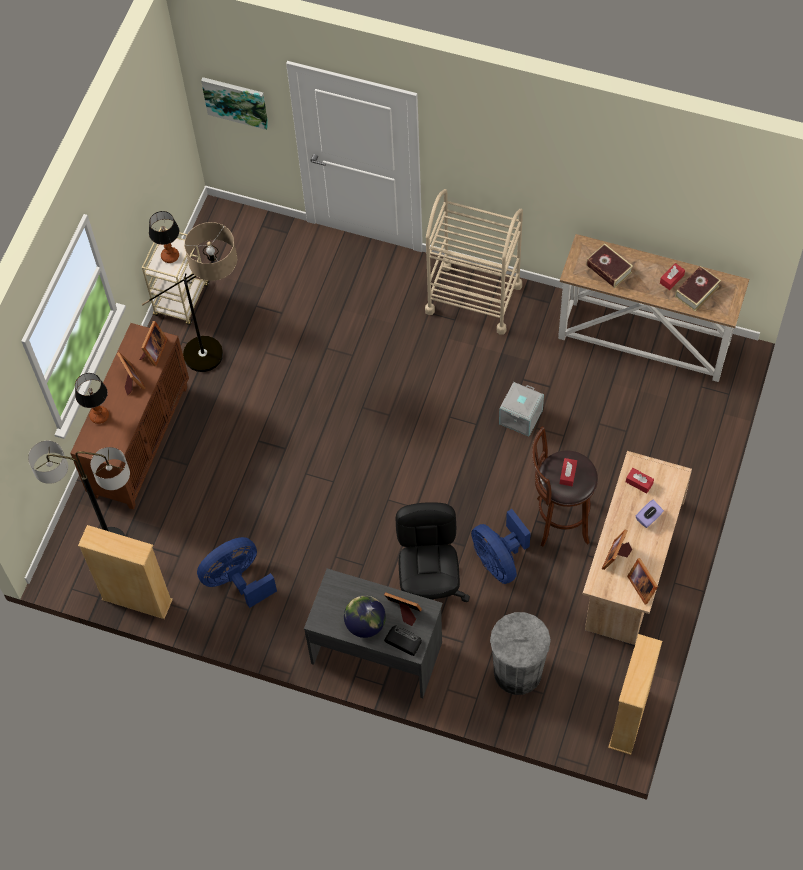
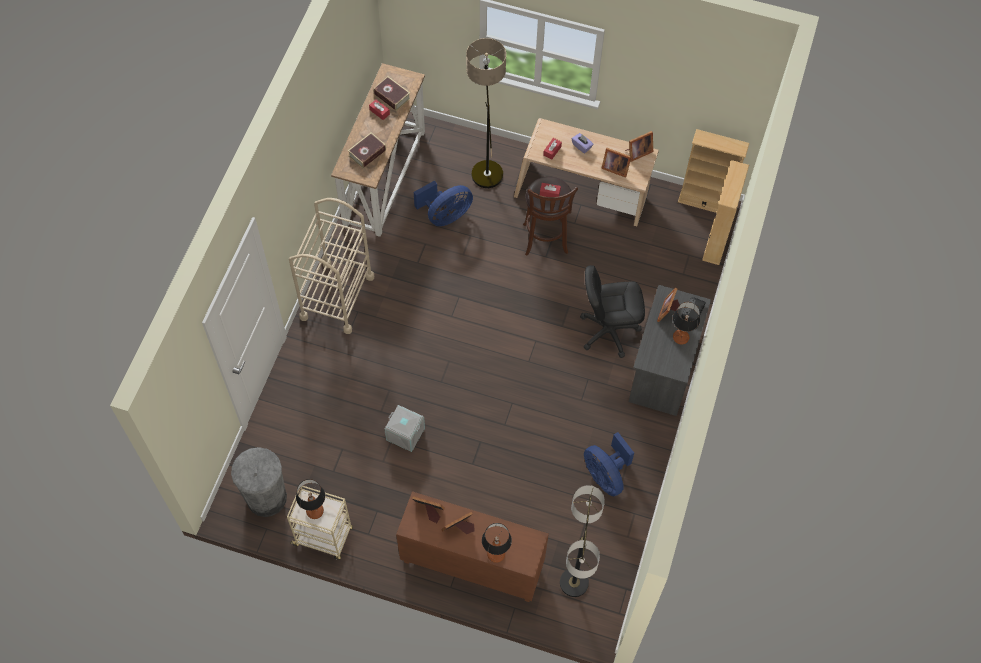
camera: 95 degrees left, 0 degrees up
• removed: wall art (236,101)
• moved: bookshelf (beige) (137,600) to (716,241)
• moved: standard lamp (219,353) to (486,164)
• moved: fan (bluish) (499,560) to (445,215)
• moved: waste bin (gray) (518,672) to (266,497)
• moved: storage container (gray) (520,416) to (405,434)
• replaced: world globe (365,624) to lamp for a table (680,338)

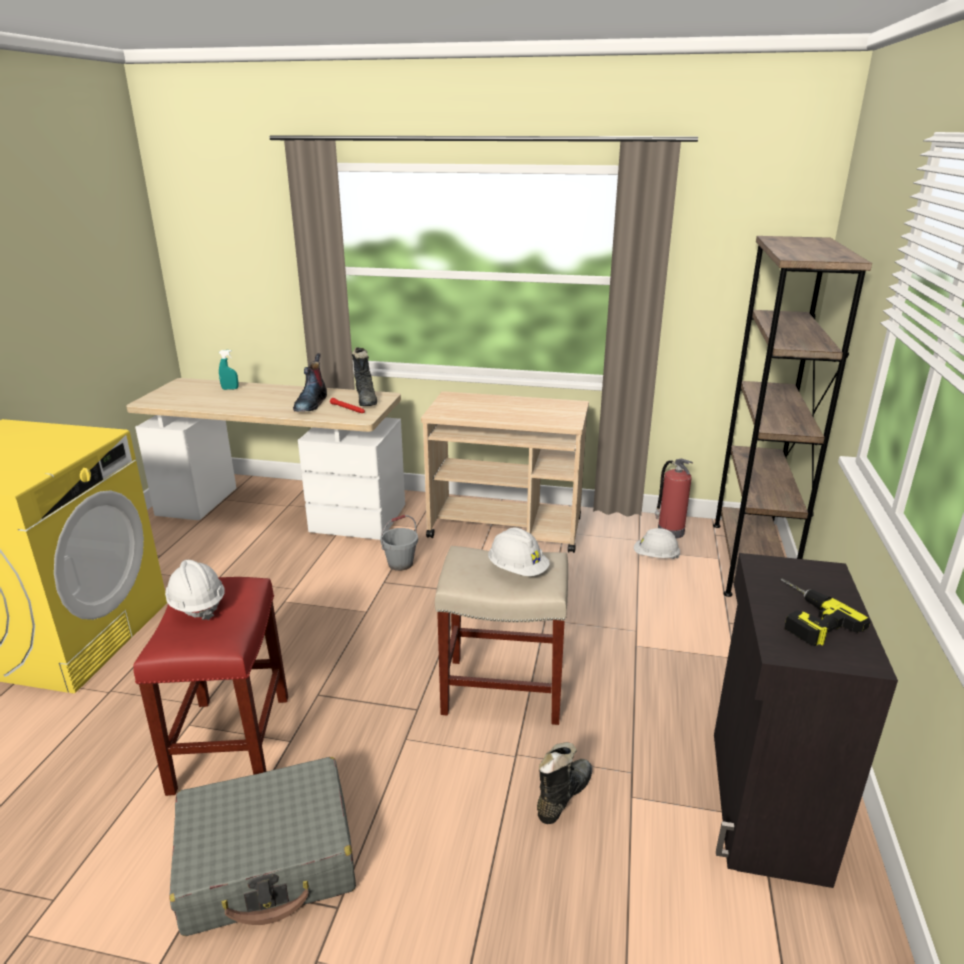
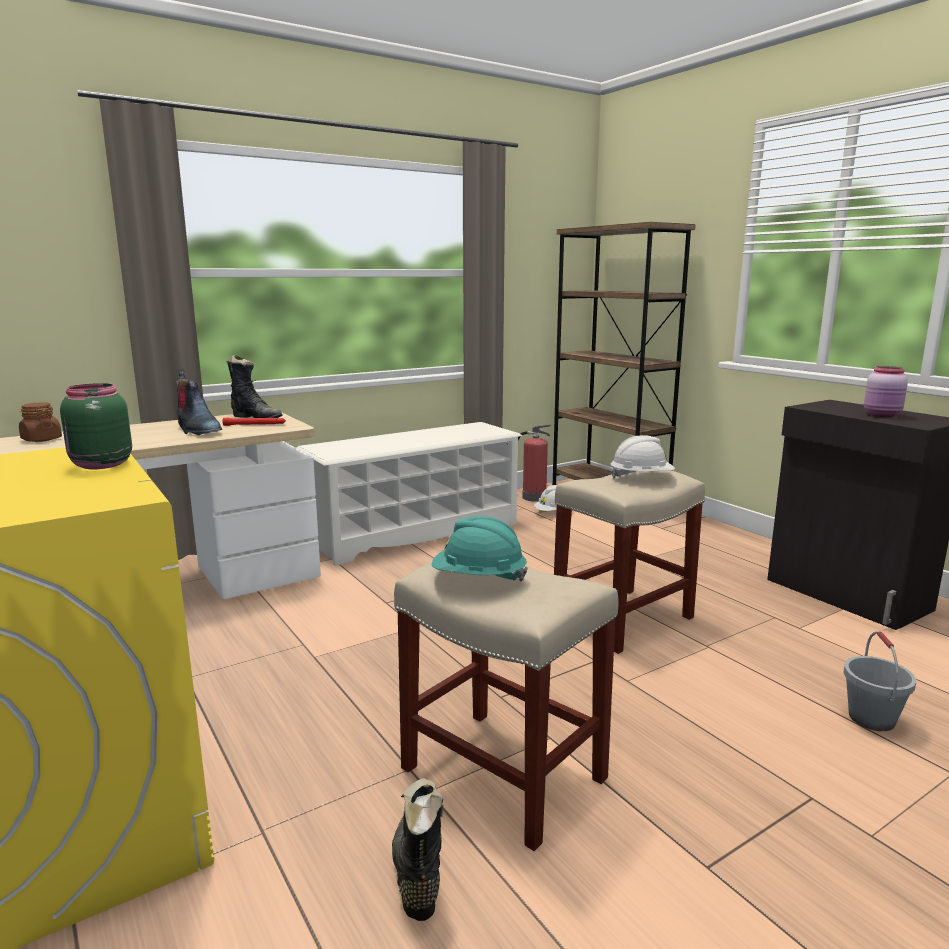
camera: 45 degrees left, 10 degrees down
• removed: suitcase (gray) (268,860)
• added: jar (green) (100,465)
• moved: bucket (gray) (400,564) to (872,719)
• moved: boot (blackish) (562,796) to (415,872)
• replaced: spray bottle (turquoise) (230,389) to jar (brown) (41,439)
• replaced: wheeled cart (beige) (506,528) to shoe stand (white-coloured) (415,533)
• replaced: drill (803,616) to jar (pink-coloured) (883,415)
• recoloured: stool seat (red-coloured) (231,741) to stool seat (beige) (500,772)
• recoloured: hard hat (white-coloured) (197,605) to hard hat (turquoise) (478,579)

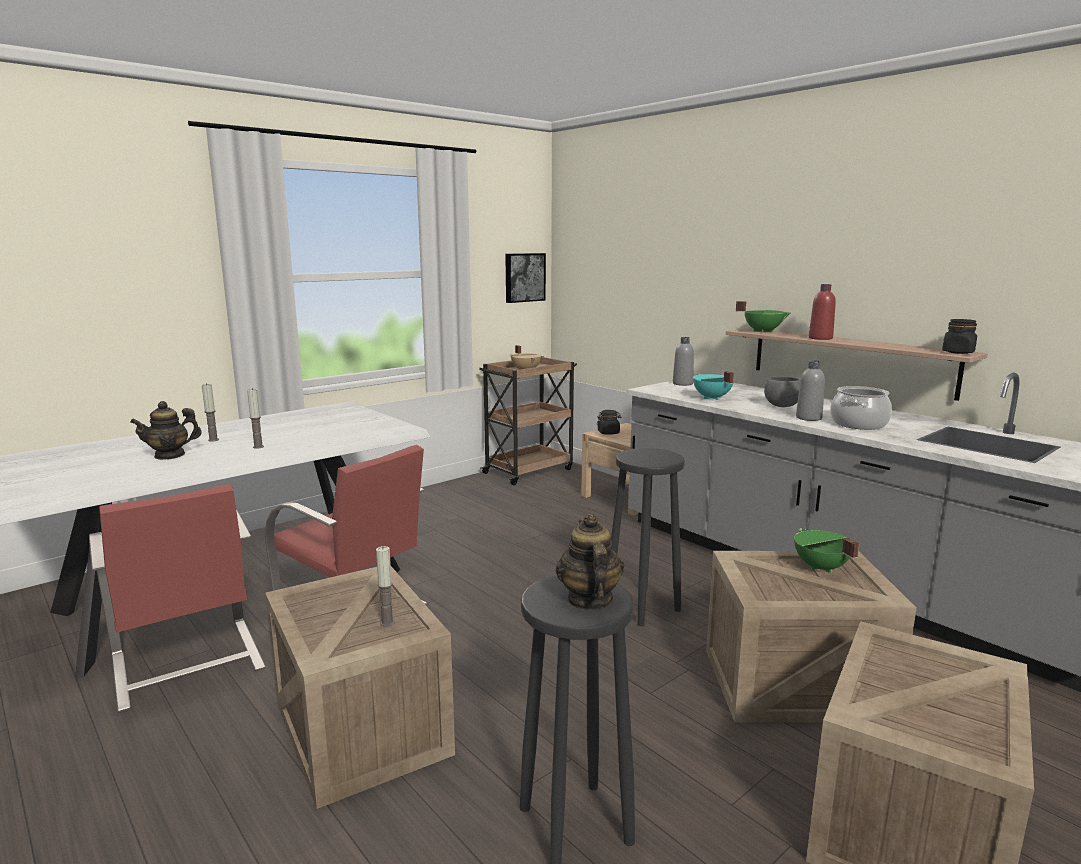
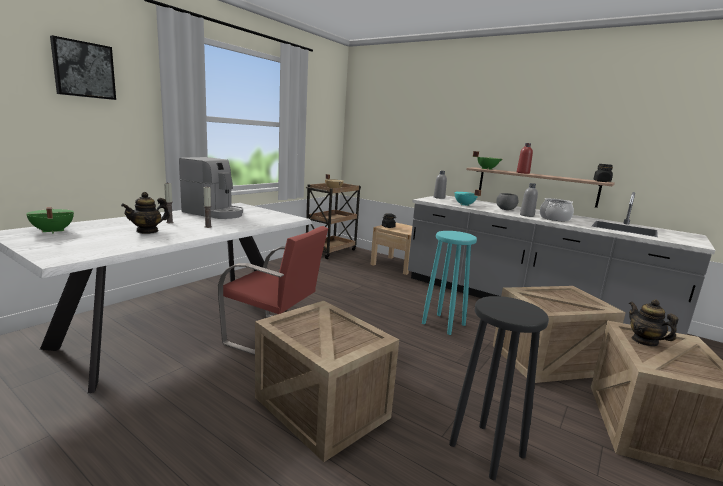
camera: 15 degrees left, 0 degrees up
• removed: upright chair (red-coloured) (187,664)
• removed: candle (387,623)
• added: coffee machine (214,213)
• moved: wall art (524,277) to (83,69)
• moved: teapot (588,600) to (644,341)
• moved: saucepot (green) (820,568) to (52,231)
• recoloured: stool seat (blackish) (643,606) to stool seat (turquoise) (444,324)

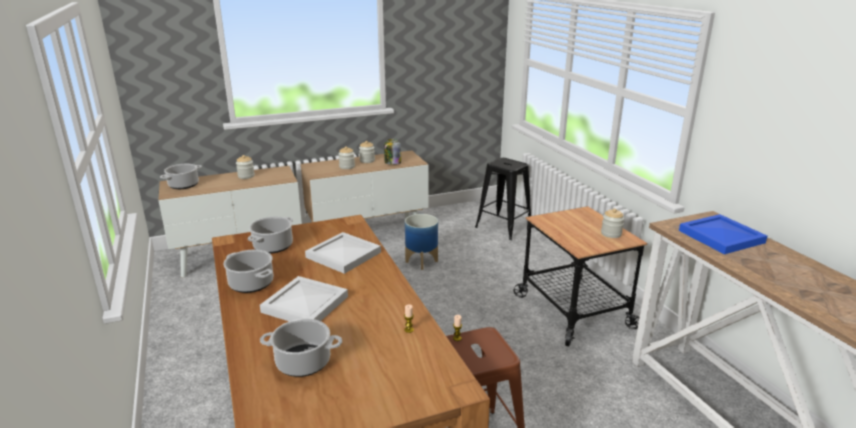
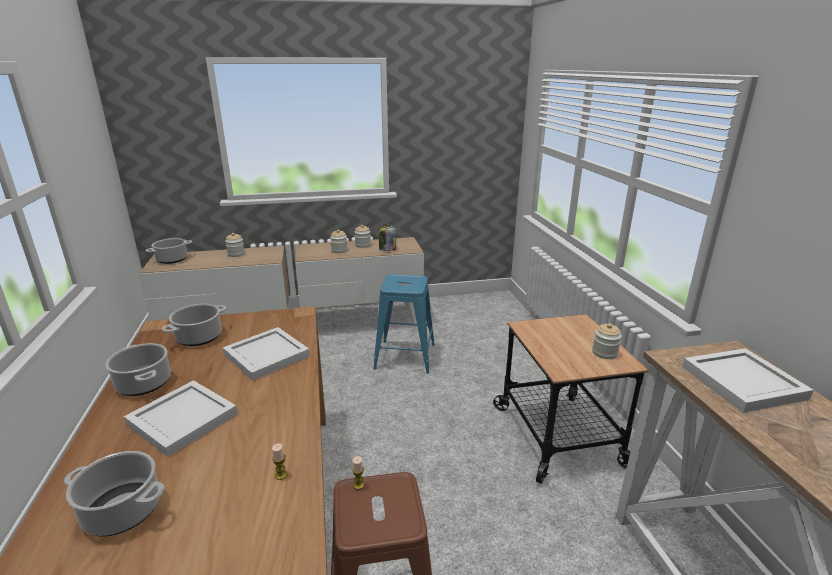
camera: 10 degrees right, 0 degrees up
• removed: stool seat (blackish) (503,227)
• replaced: plant pot (421,262) to stool seat (bluish) (405,356)
• recoloured: tray (bluish) (722,237) to tray (white-coloured) (744,383)

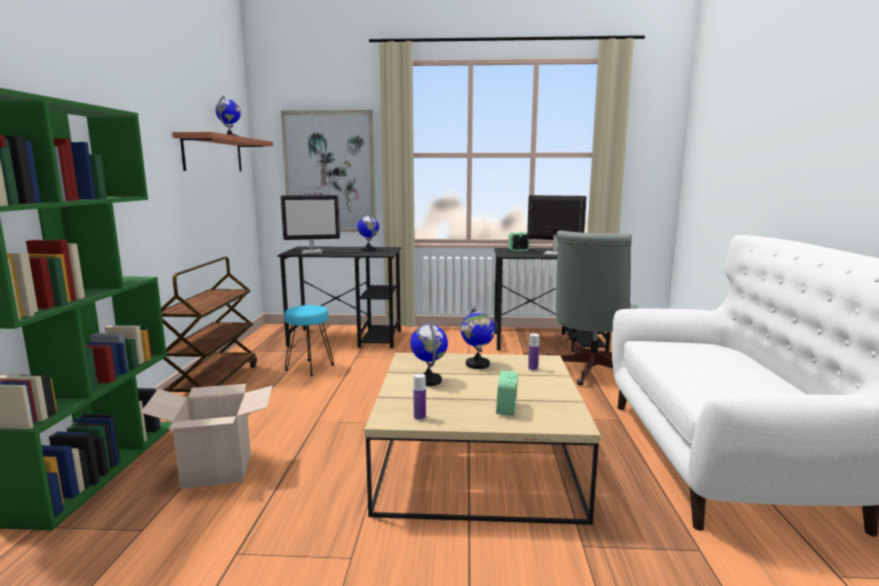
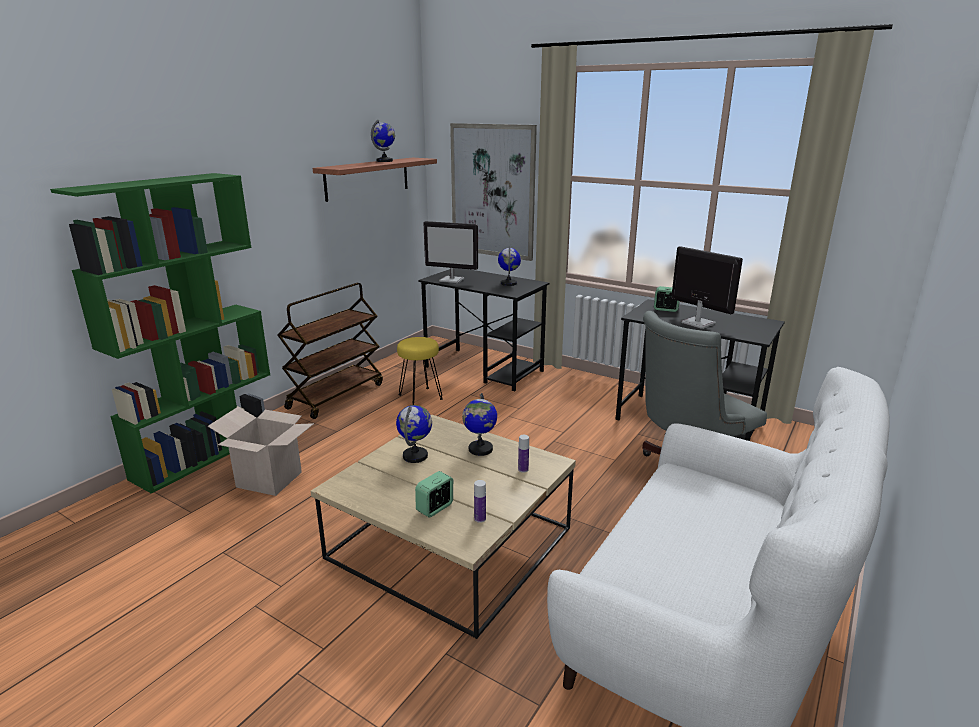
camera: 30 degrees right, 10 degrees up
• moved: drink bottle (419,417) to (480,519)
• recoloured: stool seat (turquoise) (309,368) to stool seat (yellowish) (420,397)

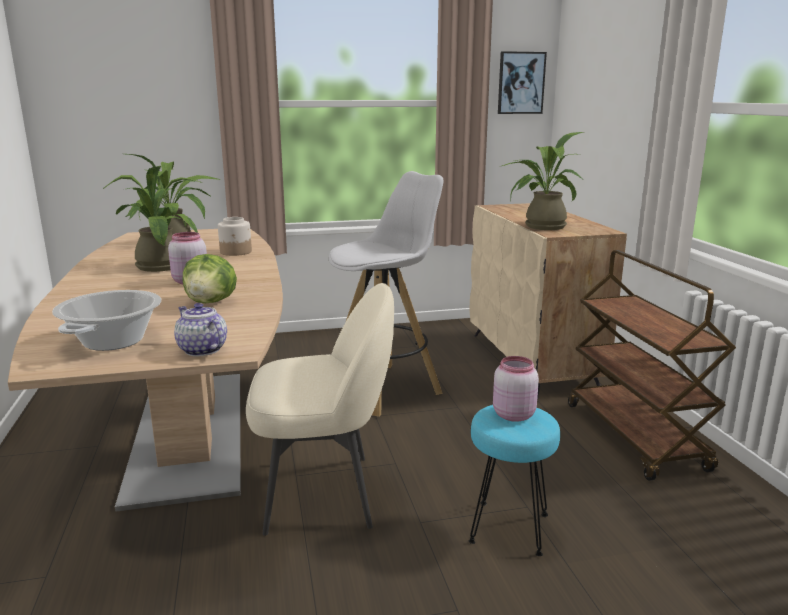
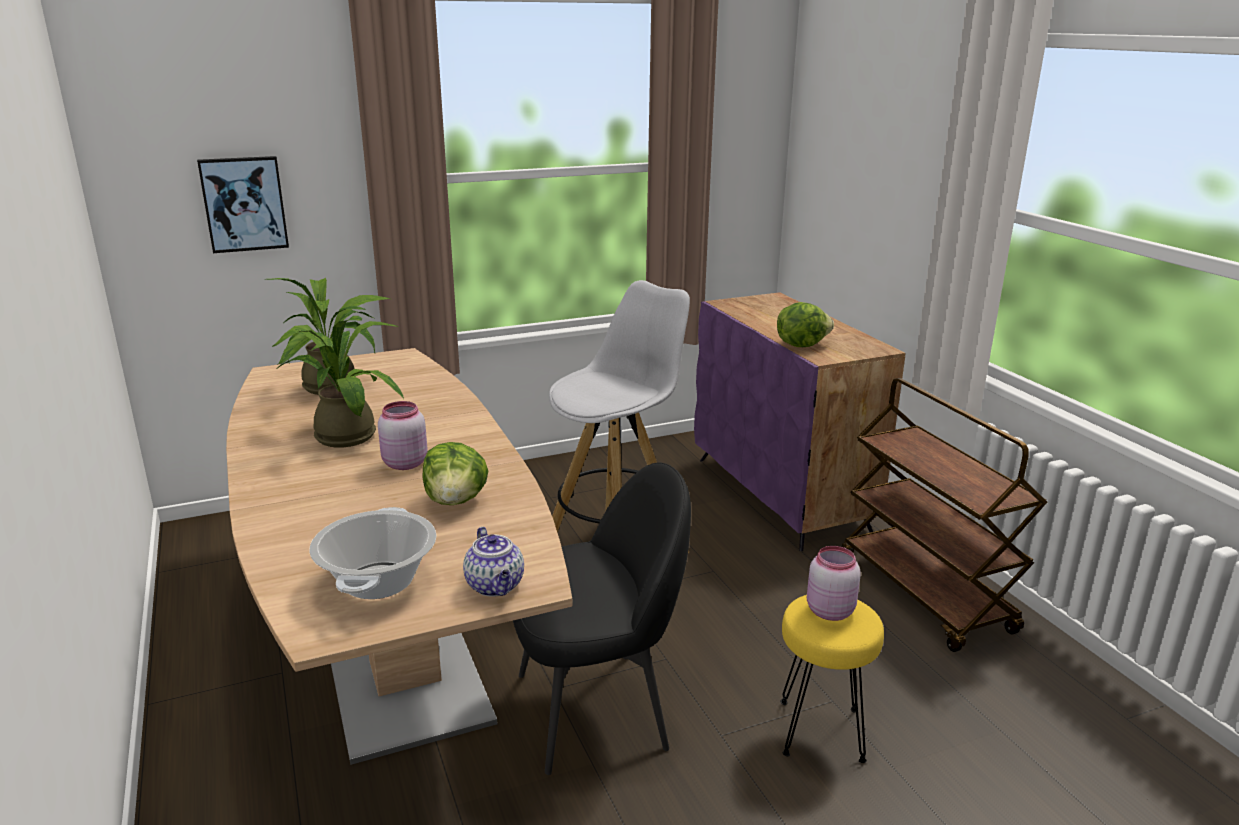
camera: 10 degrees left, 5 degrees up
• removed: jar (236,252)
• moved: wall art (520,83) to (244,204)
• replaced: plant in a pot (540,227) to head of lettuce (801,344)
• recoloured: upright chair (beige) (323,493) to upright chair (blackish) (596,709)
• recoloured: storage cabinet (beige) (532,361) to storage cabinet (purple-coloured) (781,495)
• recoloured: stool seat (turquoise) (508,527) to stool seat (yellowish) (819,730)
• turned: teapot (201,350) = (496,586) 150 degrees counterclockwise

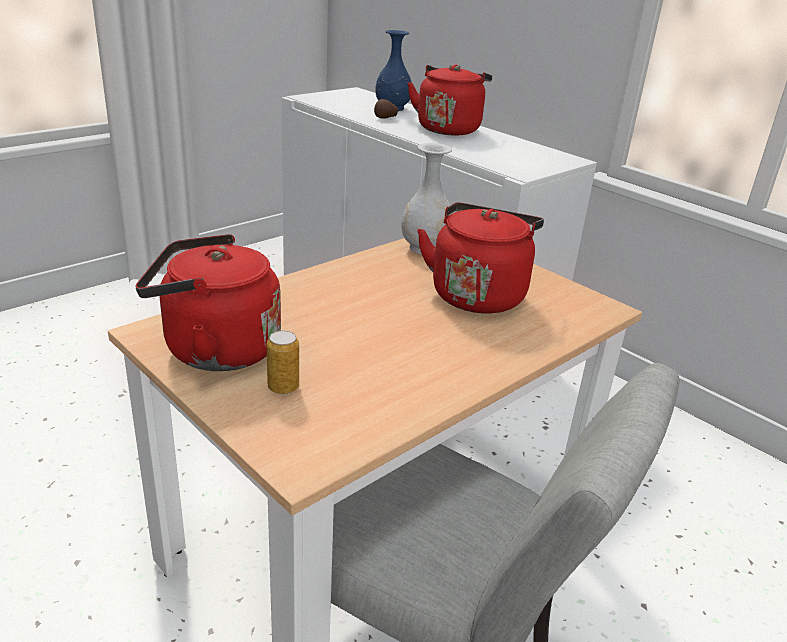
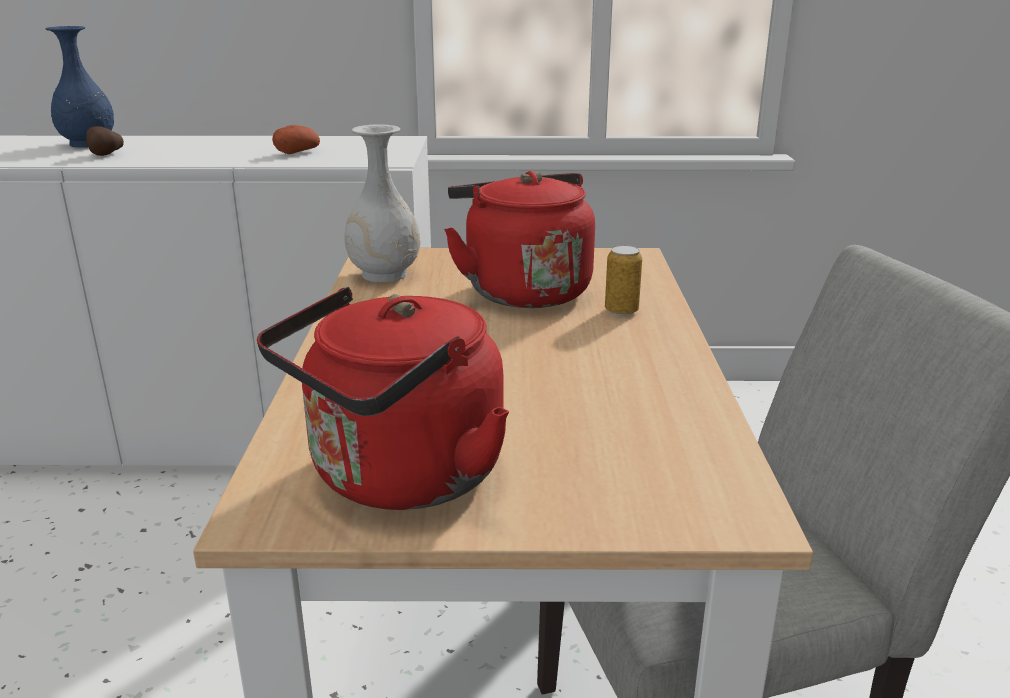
camera: 45 degrees left, 5 degrees down
• removed: tea kettle (red-coloured) (448,128)
• added: potato (297,152)
• moved: metal can (283,387) to (621,311)

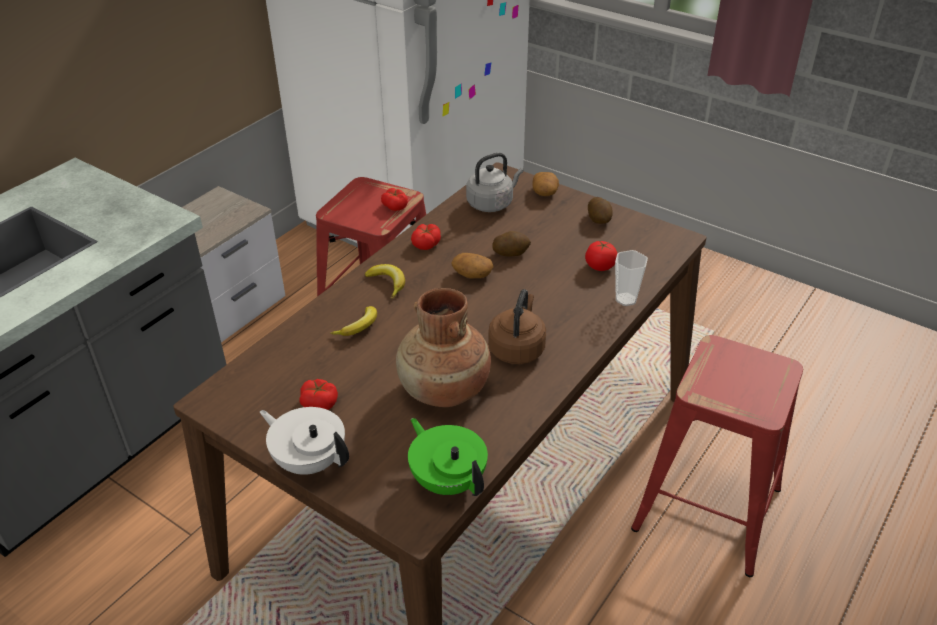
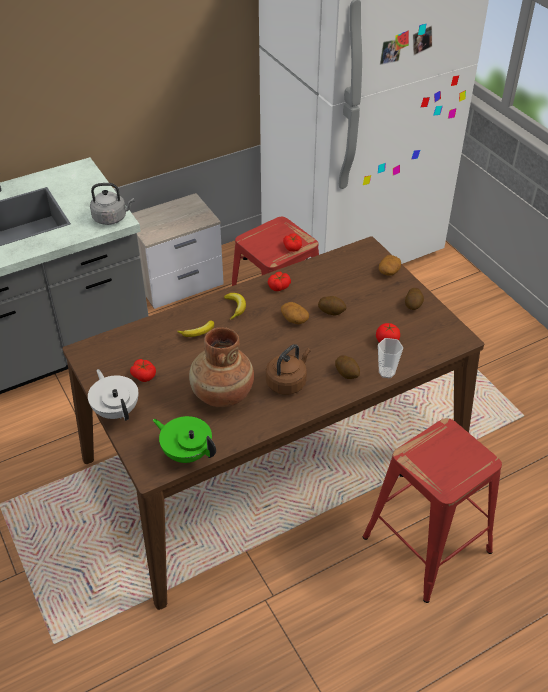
camera: 25 degrees right, 5 degrees up
• added: potato (347,373)
• moved: tea kettle (gray) (492,203) to (112,218)
• turned: teapot (green) (448,480) = (187,452) 45 degrees counterclockwise

